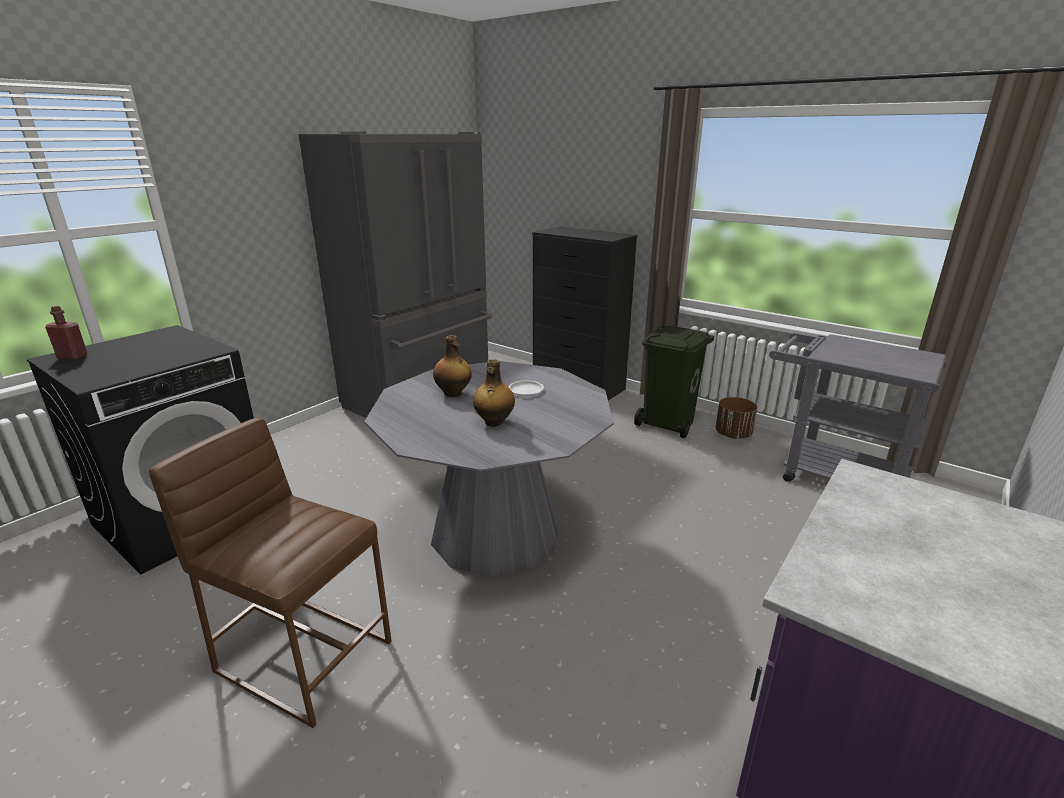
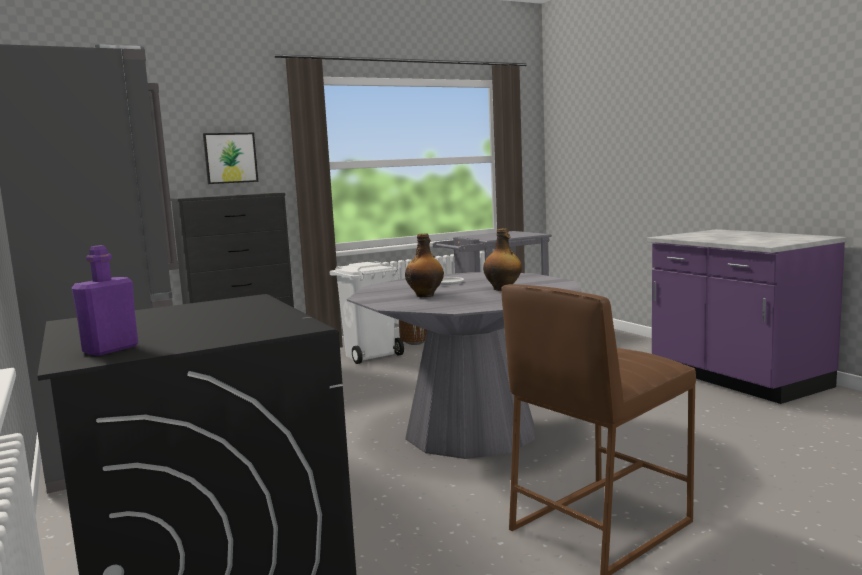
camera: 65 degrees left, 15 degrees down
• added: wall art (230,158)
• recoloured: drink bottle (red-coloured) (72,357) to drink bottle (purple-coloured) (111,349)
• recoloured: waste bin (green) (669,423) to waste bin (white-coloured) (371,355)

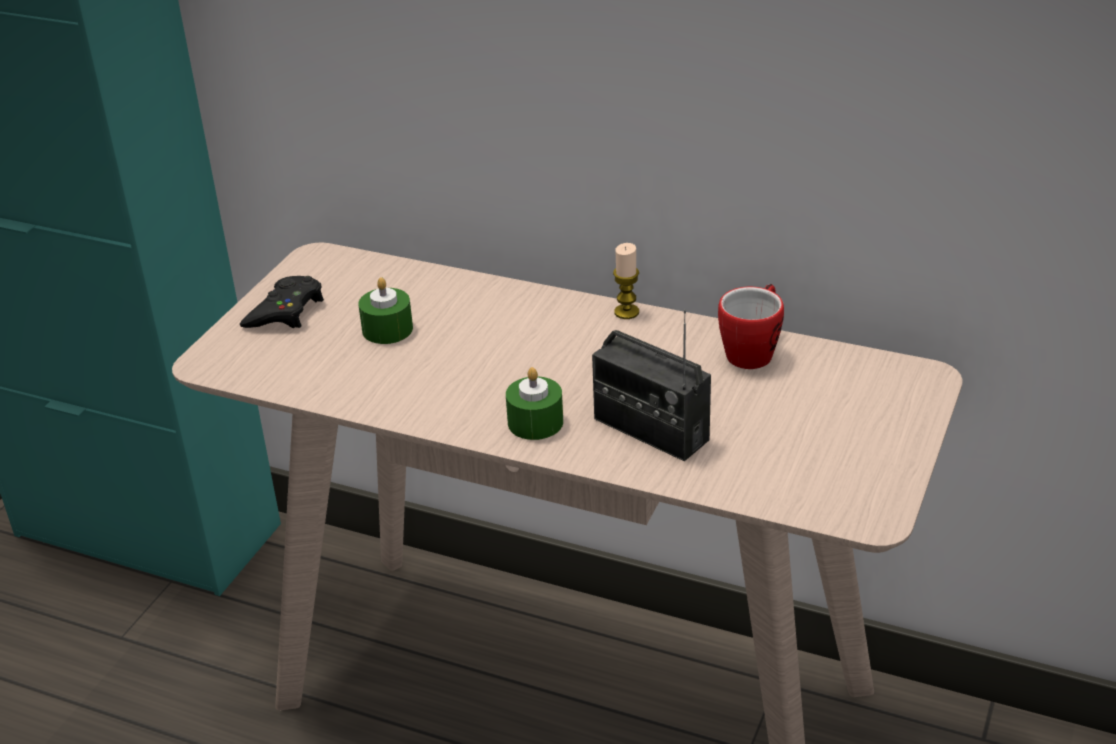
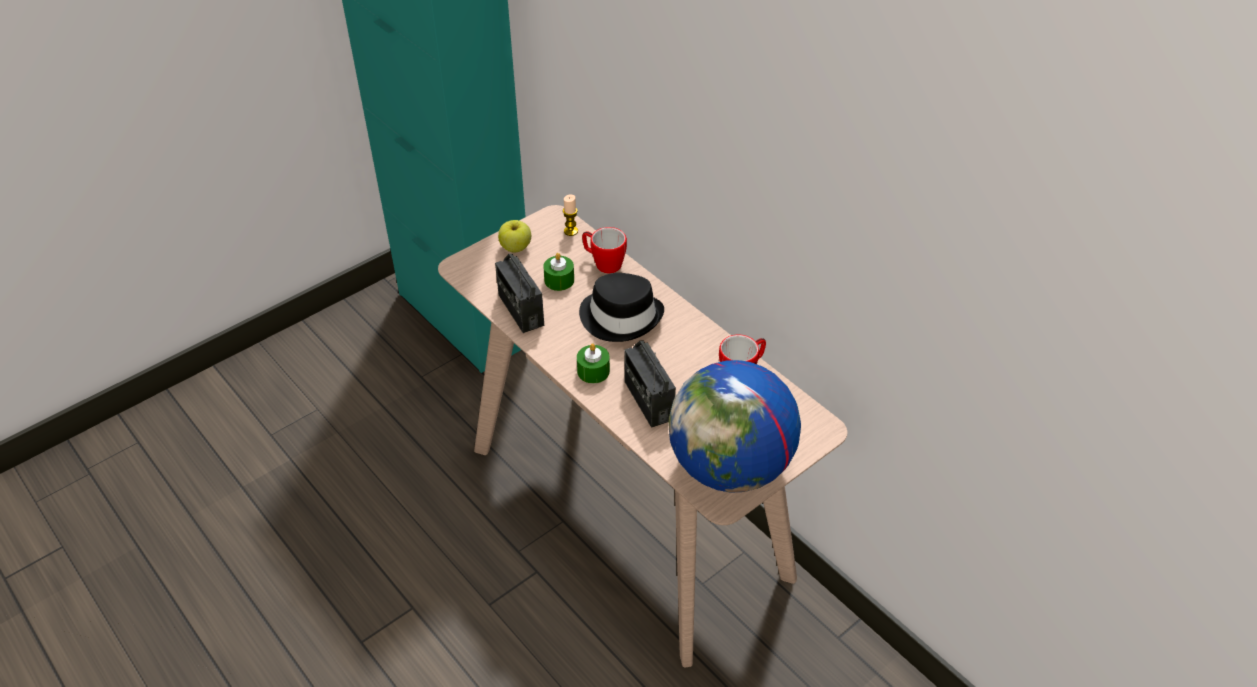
camera: 25 degrees right, 10 degrees up
• added: radio (520,310)
• added: wearable hat (blackish) (621,317)
• added: coffee mug (603,263)
• added: world globe (730,467)
• moved: candle (626,312) to (571,231)
• replaced: game controller (blackish) (285,311) to whole apple (516,248)

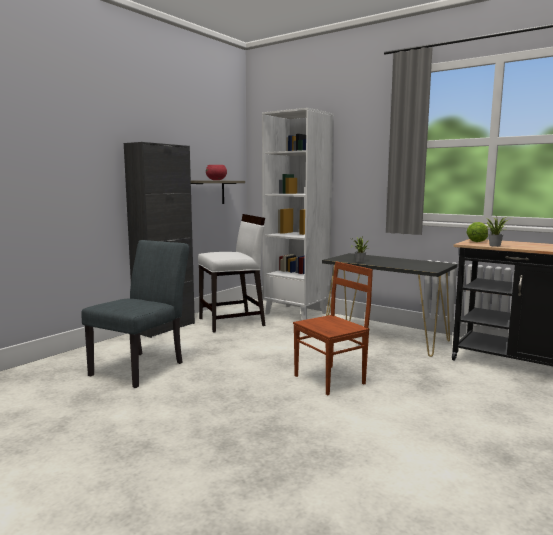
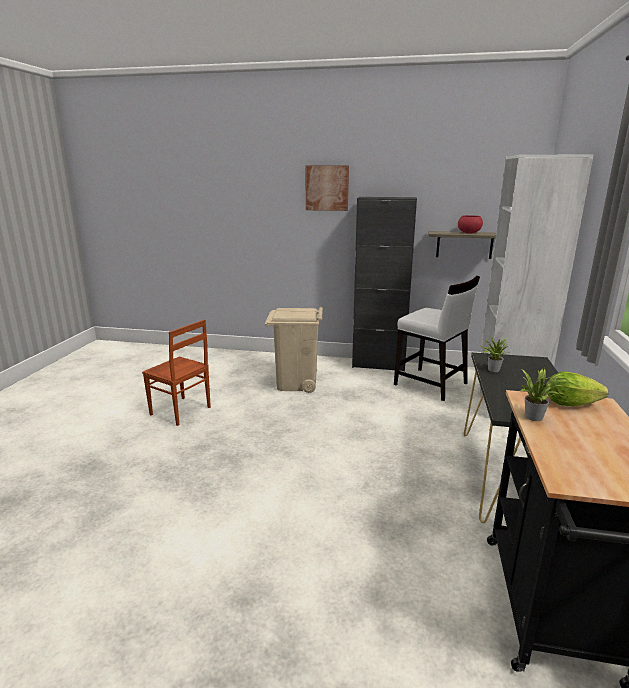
camera: 65 degrees right, 10 degrees up
• added: wall art (327,188)
• moved: upright chair (brown) (331,380) to (180,411)
• replaced: upright chair (gray) (143,367) to waste bin (beige) (296,383)

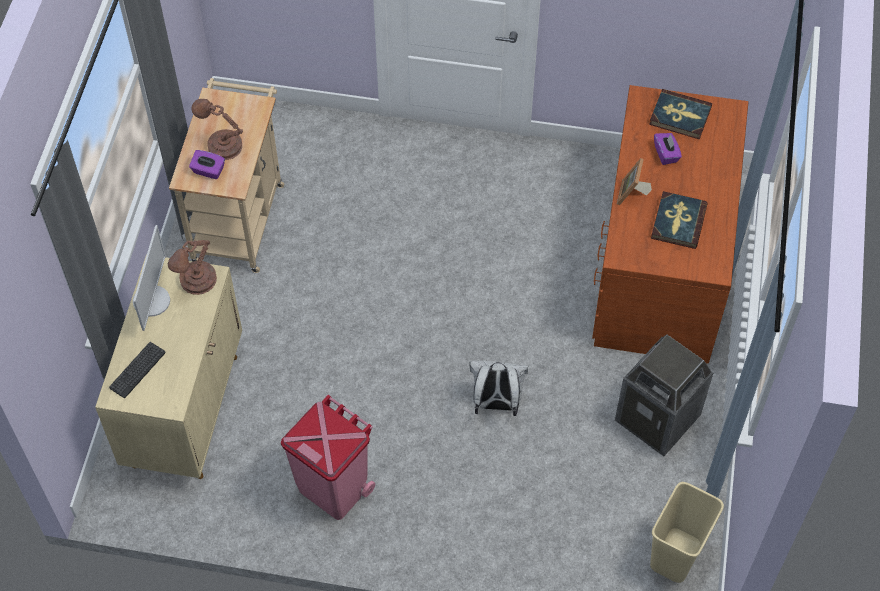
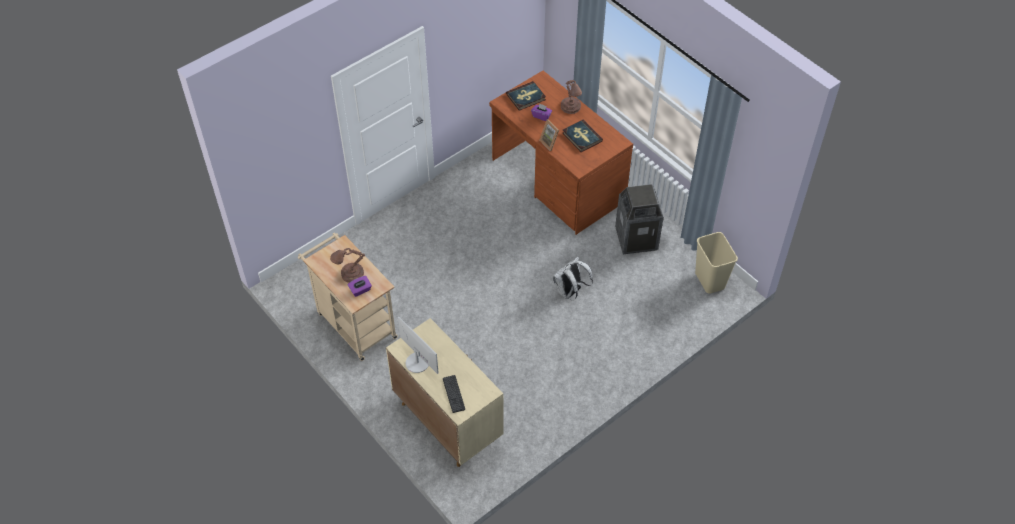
camera: 50 degrees left, 5 degrees down
• removed: waste bin (pink-coloured) (333,488)
• moved: lamp for a table (brown) (196,282) to (571,108)

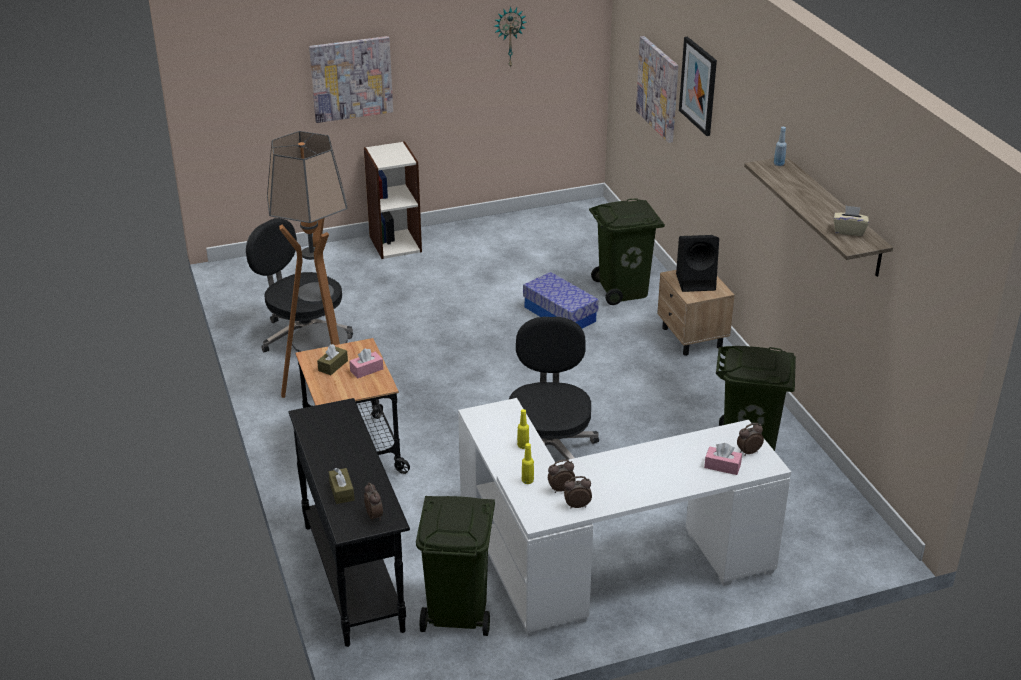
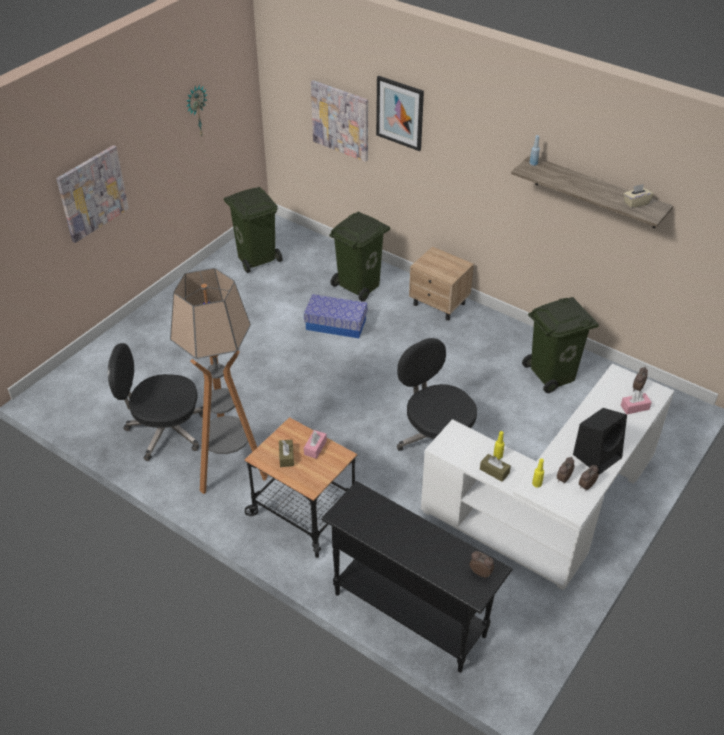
camera: 35 degrees left, 10 degrees up
• removed: bookshelf (395,243)
• moved: tissue holder (brown) (342,491) to (494,471)
• moved: waste bin (green) (459,612) to (257,258)
• moved: speaker (blackish) (696,282) to (597,455)

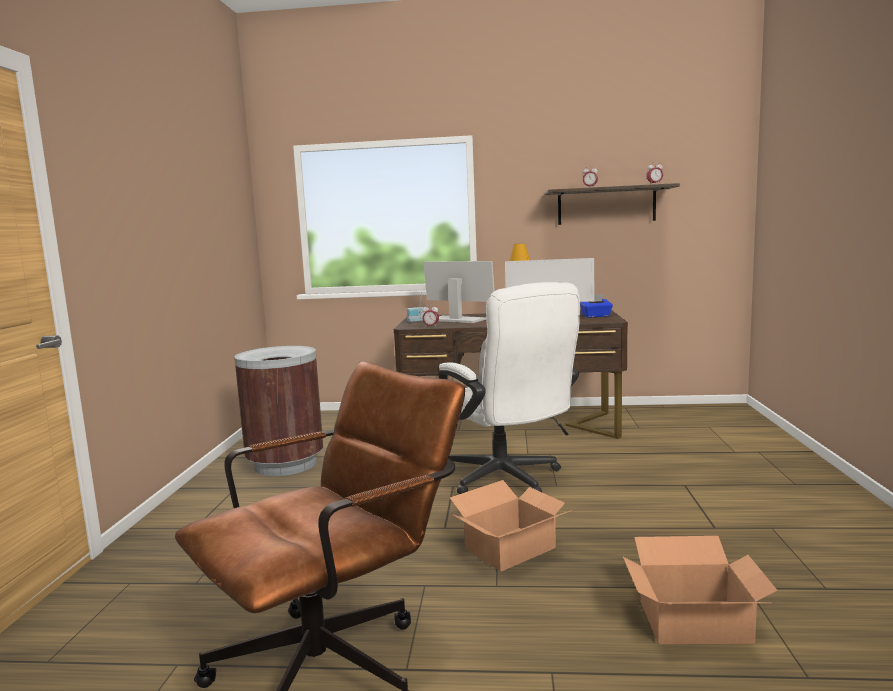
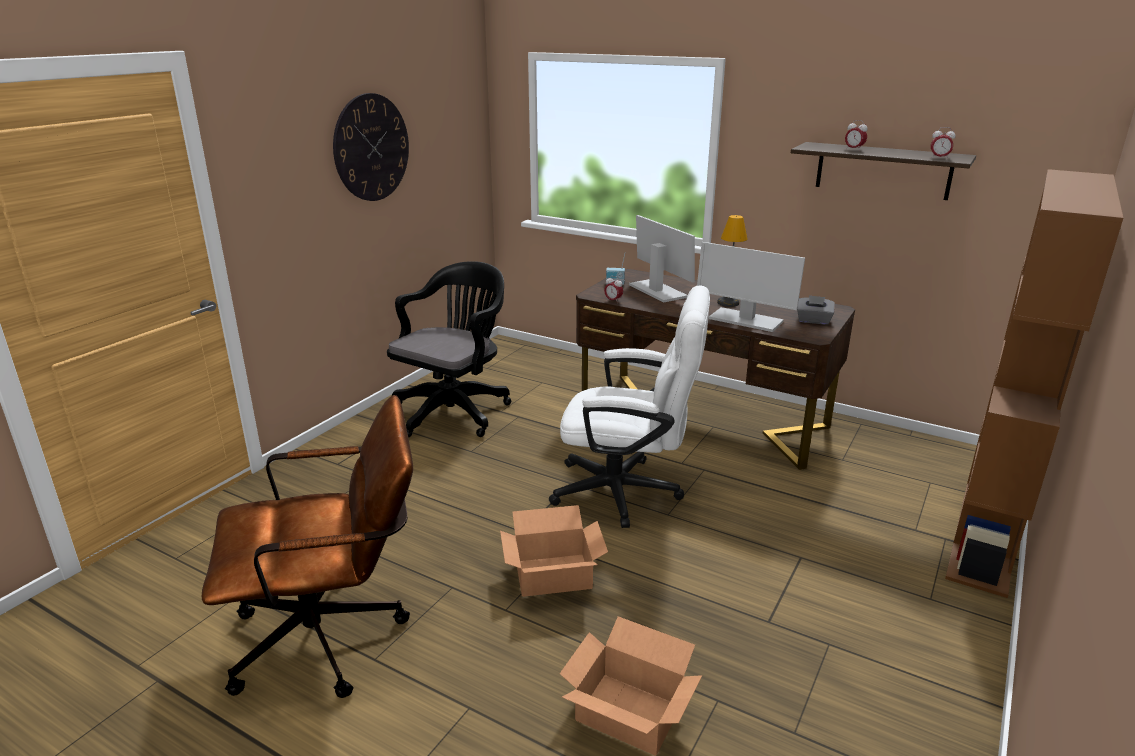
camera: 25 degrees right, 15 degrees up
• added: clock on the wall (371,147)
• added: bookshelf (brown) (986,536)
• replaced: waste bin (brown) (286,464) to office chair (blackish) (455,410)
• recoloured: tissue holder (bluish) (596,316) to tissue holder (gray) (813,321)
• turned: office chair (white-coloured) (508,480) = (628,492) 75 degrees counterclockwise

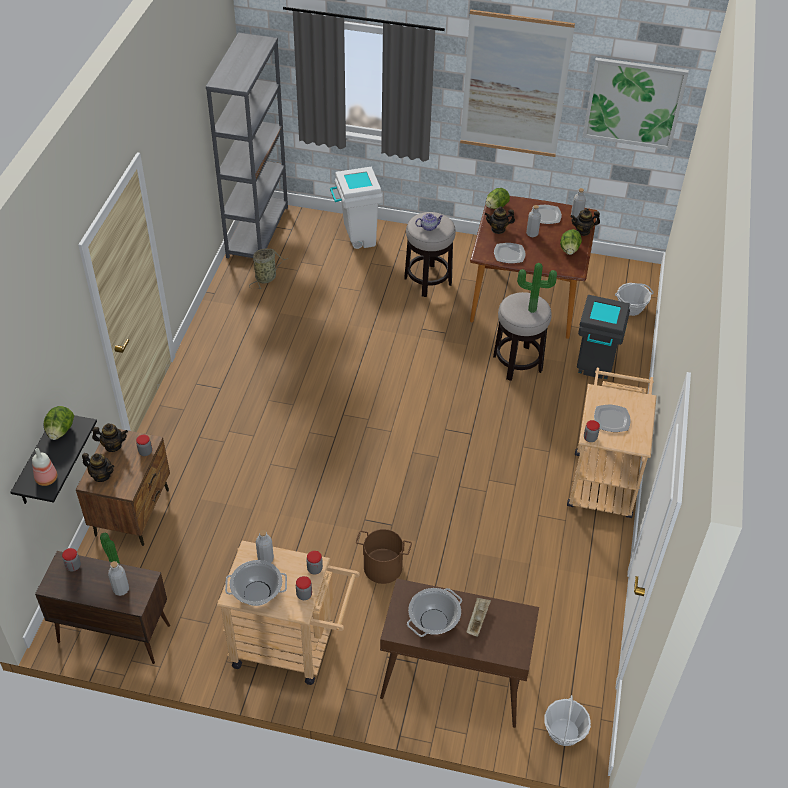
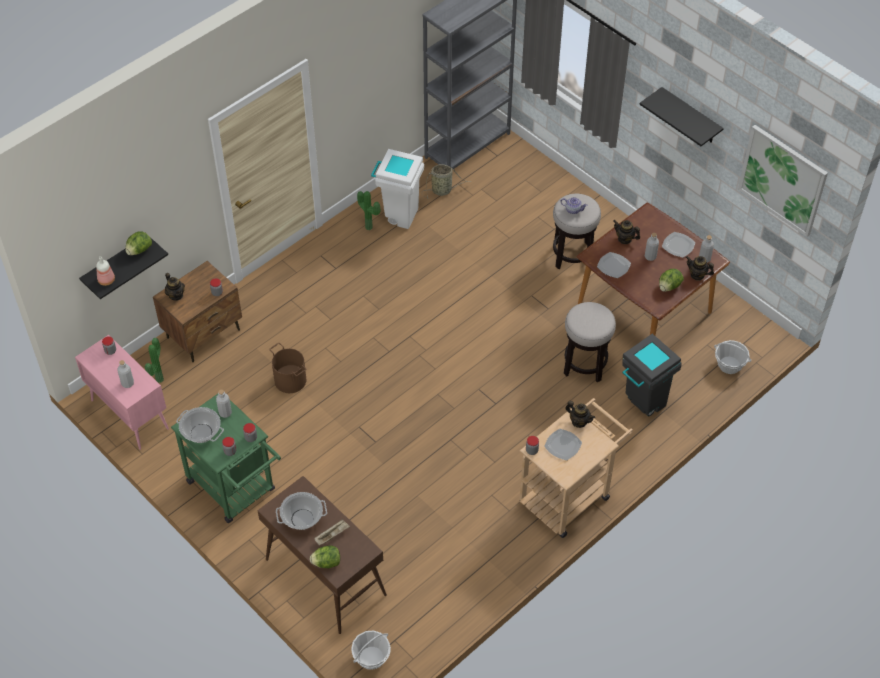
camera: 35 degrees right, 5 degrees up
• moved: teapot (113,446) to (579,421)
• moved: waste bin (white-coloured) (356,239) to (399,215)
• moved: bucket (brown) (382,568) to (290,380)
• moved: head of lettuce (496,206) to (326,562)
• moved: plant in a pot (532,308) to (369,226)
• replaced: wall art (514,85) to bracket shelf (blackish) (690,117)
• recoloured: storage cabinet (brown) (113,634) to storage cabinet (pink-coloured) (129,414)
• recoloured: wheeled cart (beige) (292,647) to wheeled cart (green) (236,490)

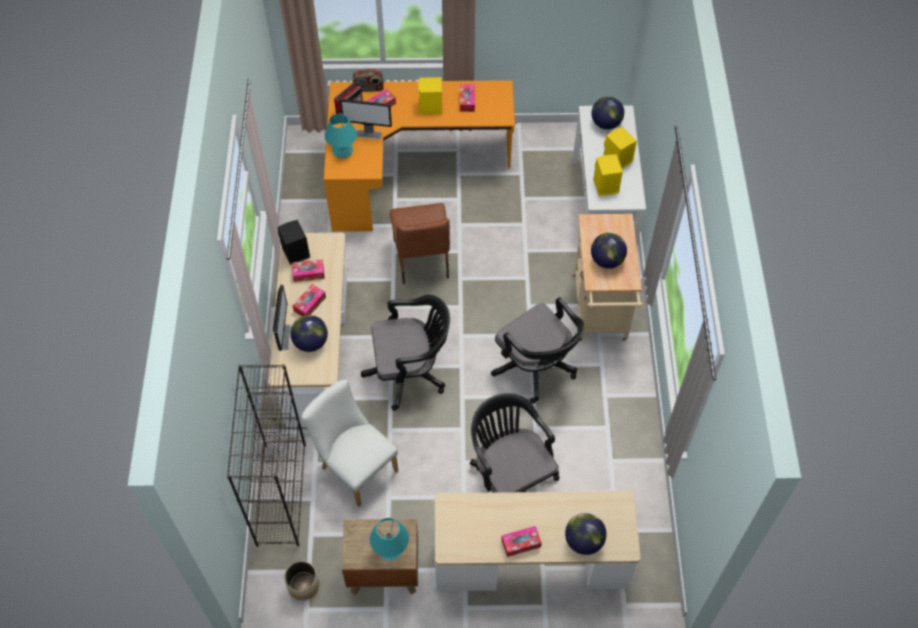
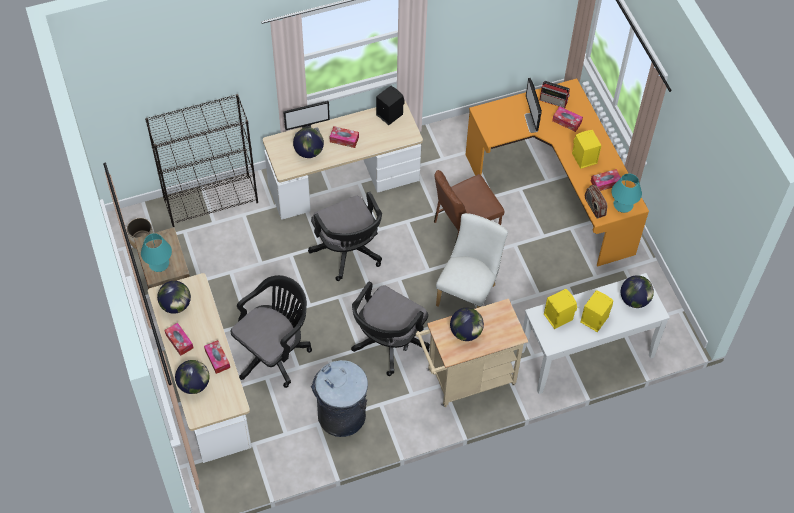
camera: 70 degrees right, 0 degrees up
• added: world globe (176,305)
• added: waste bin (gray) (341,416)
• moved: tissue holder (308,273) to (217,359)
• moved: upright chair (white-coloured) (355,466) to (469,292)
• moved: lamp for a table (turquoise) (343,150) to (623,205)
• moved: radio (368,88) to (594,207)

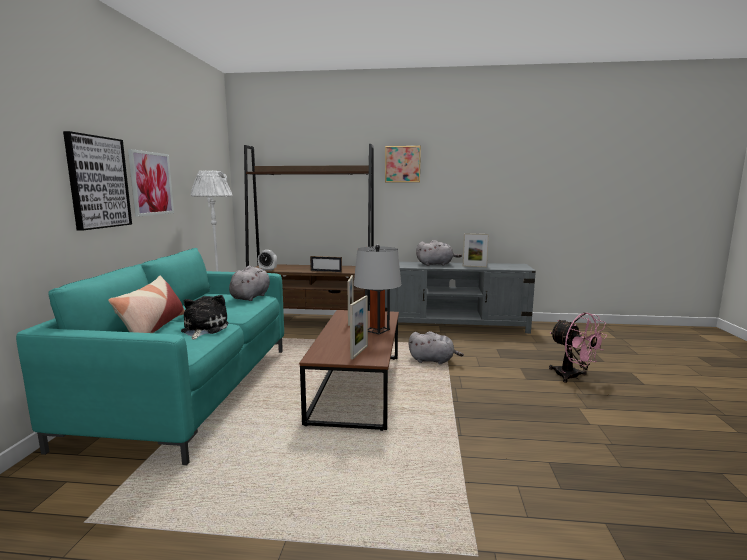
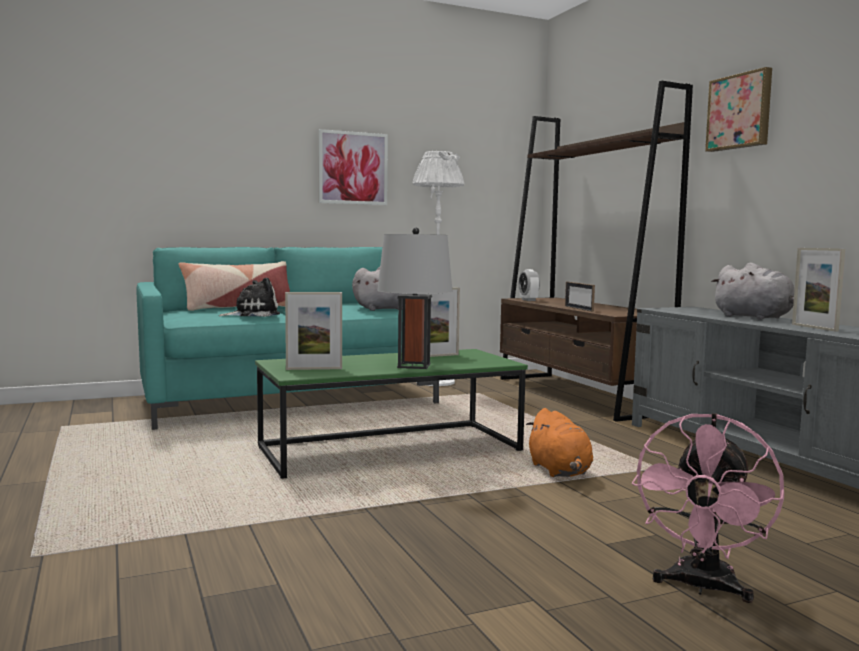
camera: 60 degrees right, 5 degrees down
• removed: wall art (98,182)
• recoloured: lounge table (brown) (358,387) to lounge table (green) (390,450)
• recoloured: cuddly toy (gray) (433,360) to cuddly toy (orange) (560,471)

